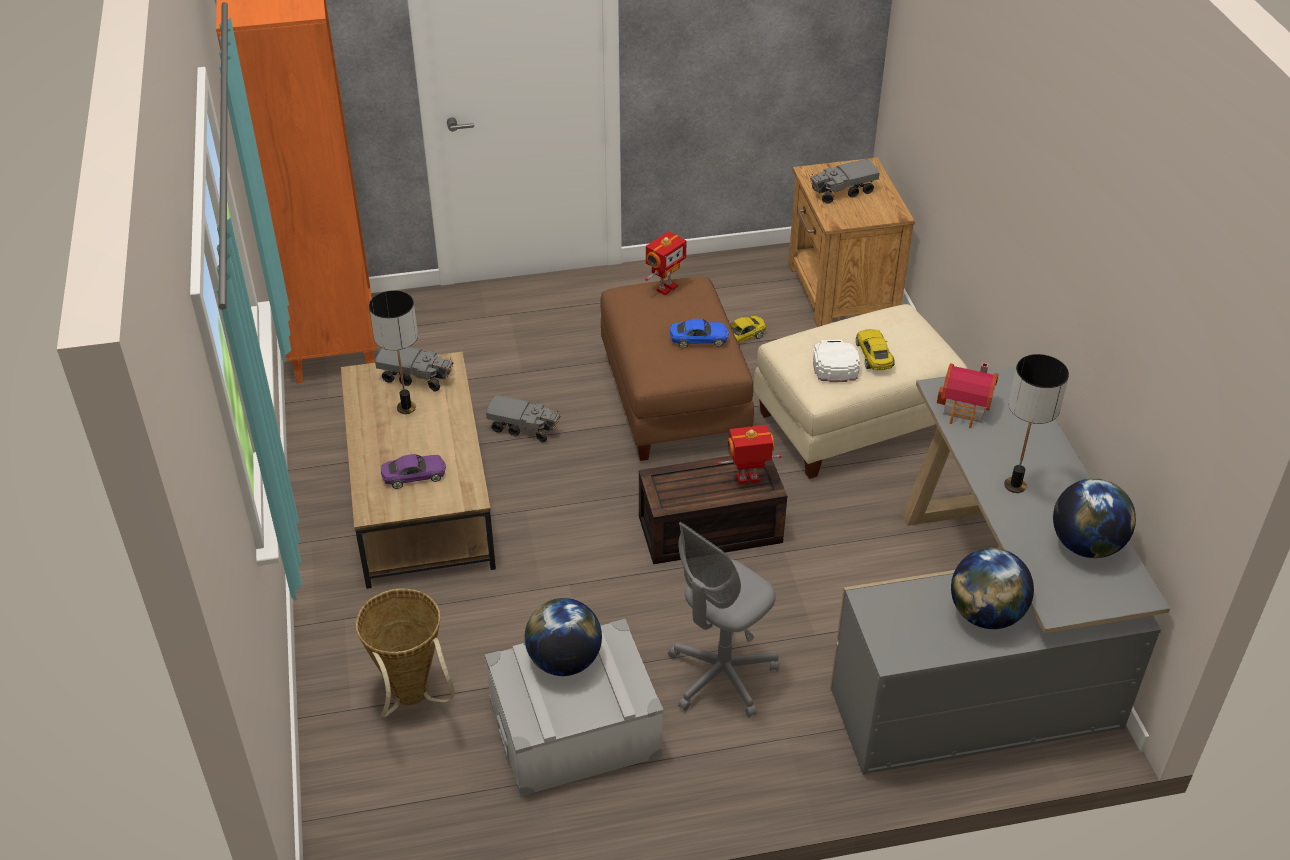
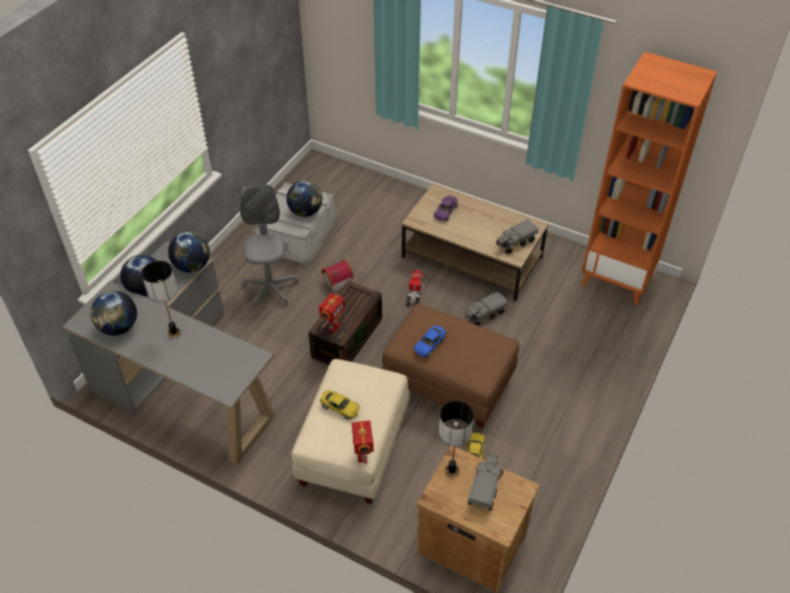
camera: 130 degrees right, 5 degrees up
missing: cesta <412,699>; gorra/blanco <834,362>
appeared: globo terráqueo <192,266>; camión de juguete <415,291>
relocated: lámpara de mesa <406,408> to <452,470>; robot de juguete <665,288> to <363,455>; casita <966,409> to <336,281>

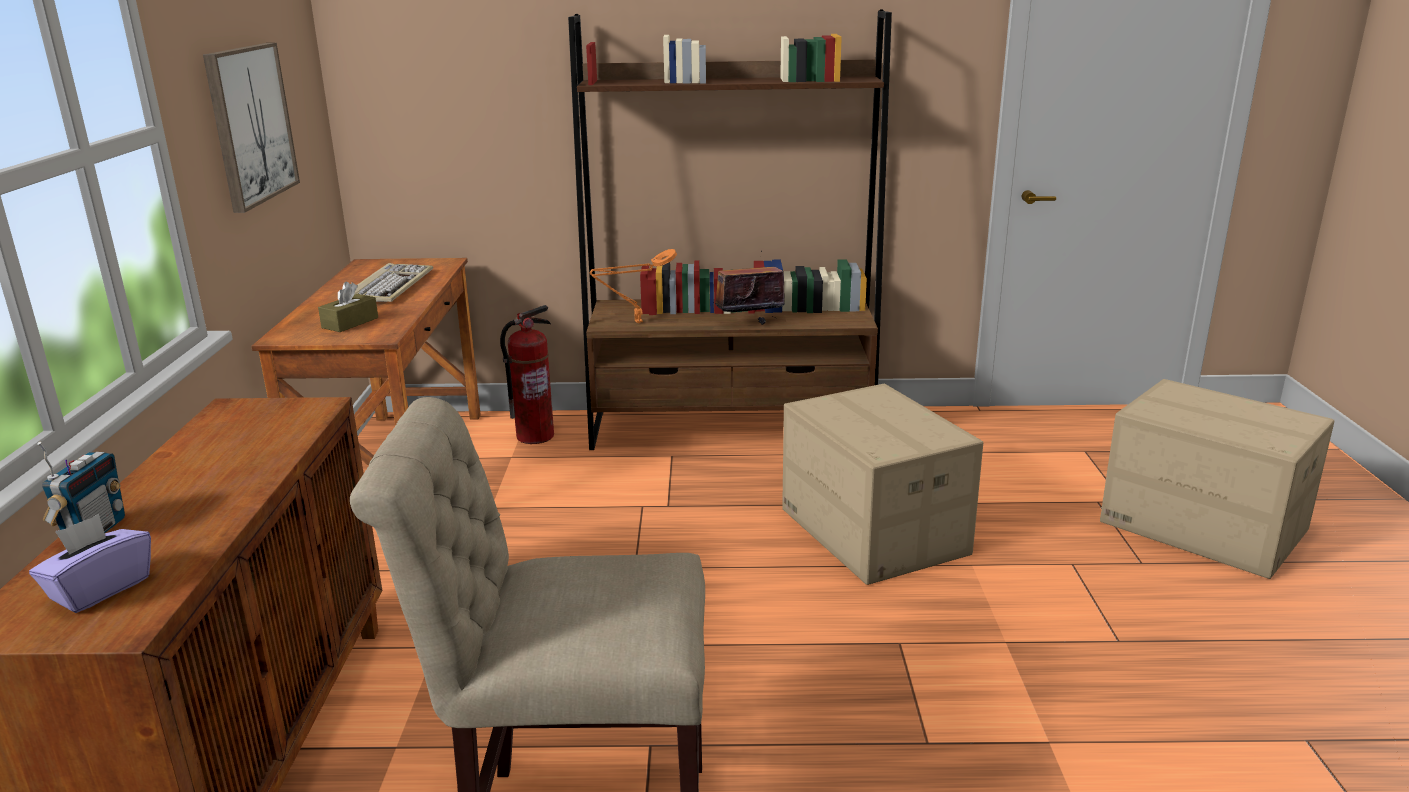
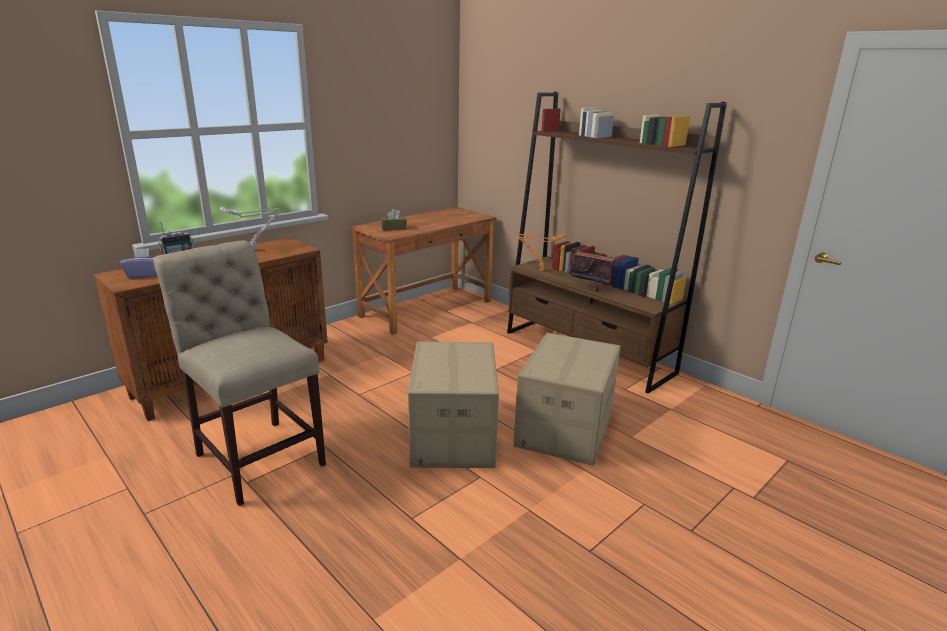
camera: 45 degrees right, 0 degrees up
missing: cuadro <250,124>; teclado <390,287>; extintor <535,436>
appeared: lámpara de mesa/gris <256,249>
relocated: caja de cartón <1201,527> to <452,435>

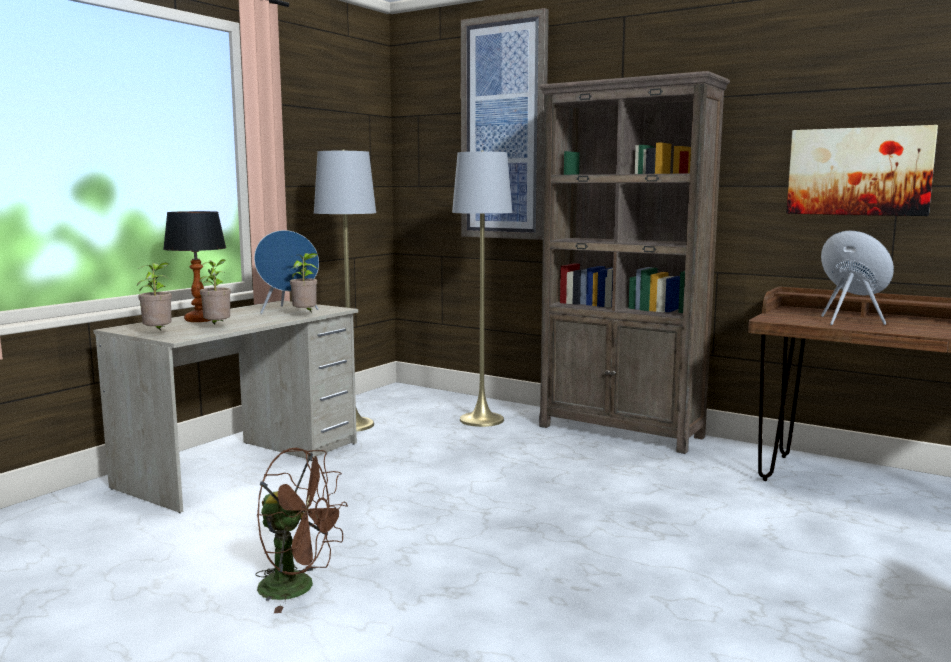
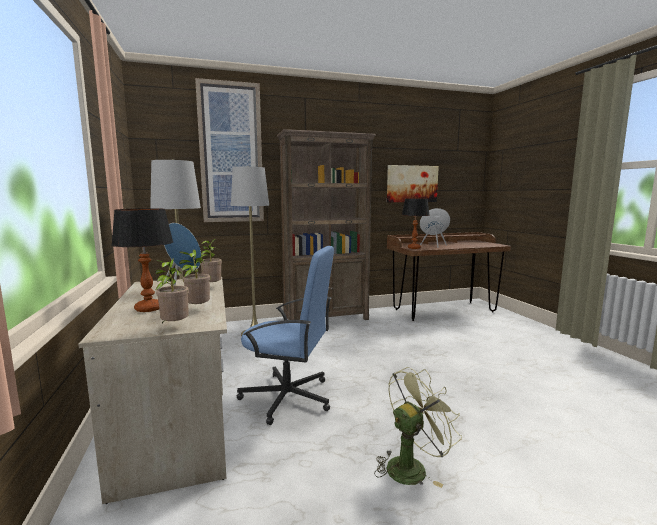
camera: 50 degrees left, 0 degrees up
appeared: silla de oficina/azul <288,397>; lámpara de mesa <414,248>
colour: ventilador/marrón <298,588> to ventilador/verde <411,466>

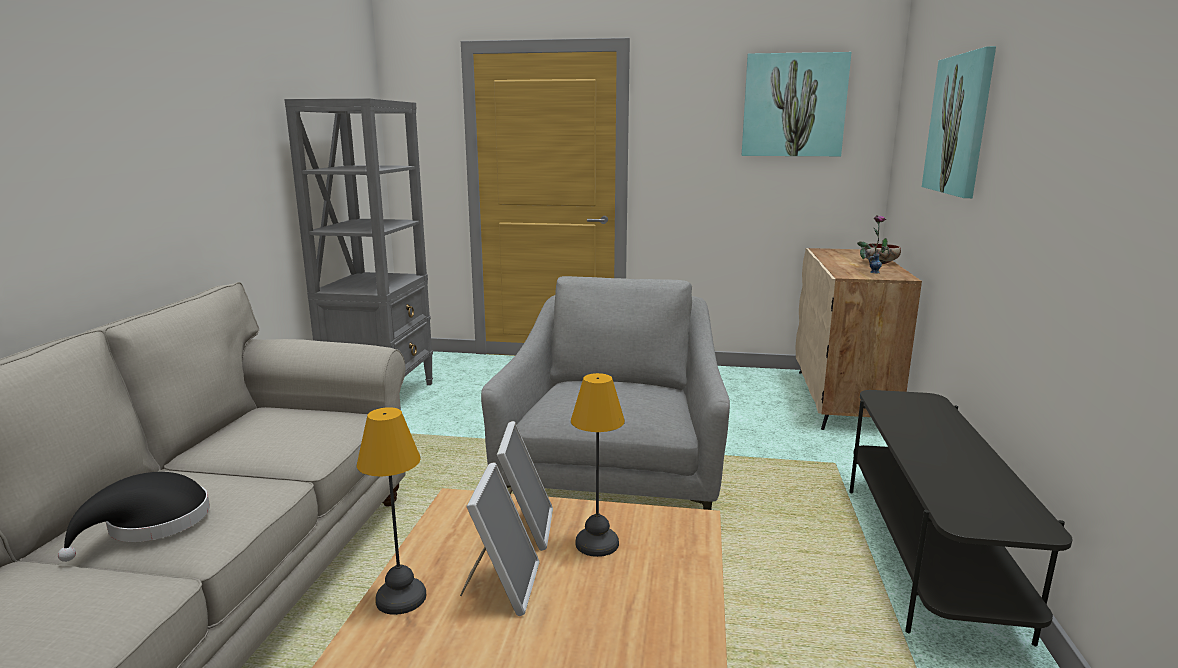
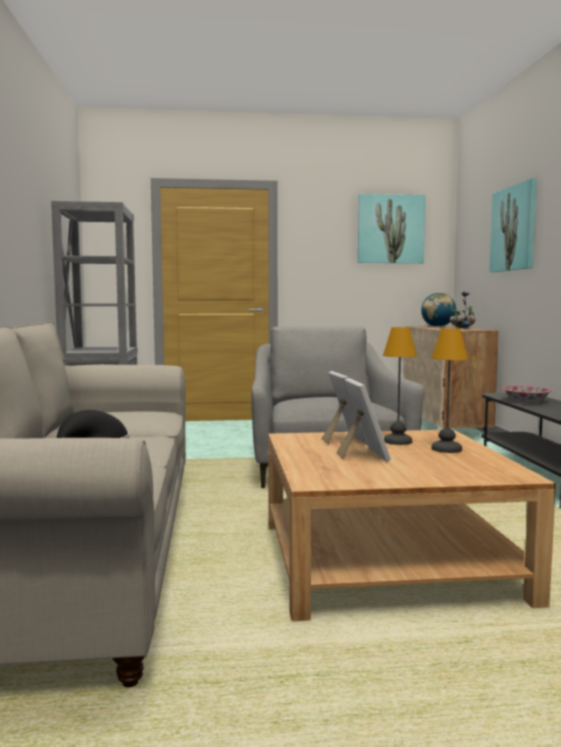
camera: 15 degrees left, 10 degrees down
appeared: globo terráqueo <438,326>; cuenco <526,401>
relocated: lámpara de mesa <400,599> to <447,449>

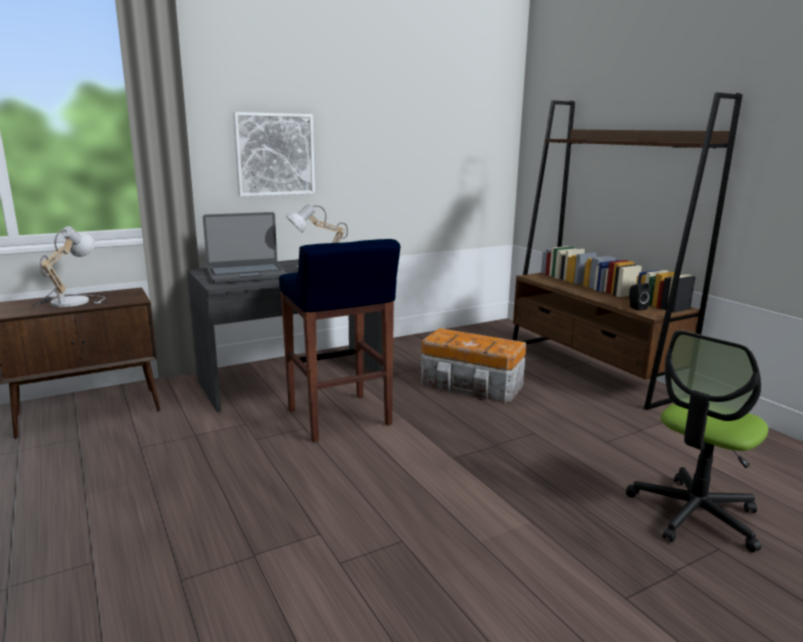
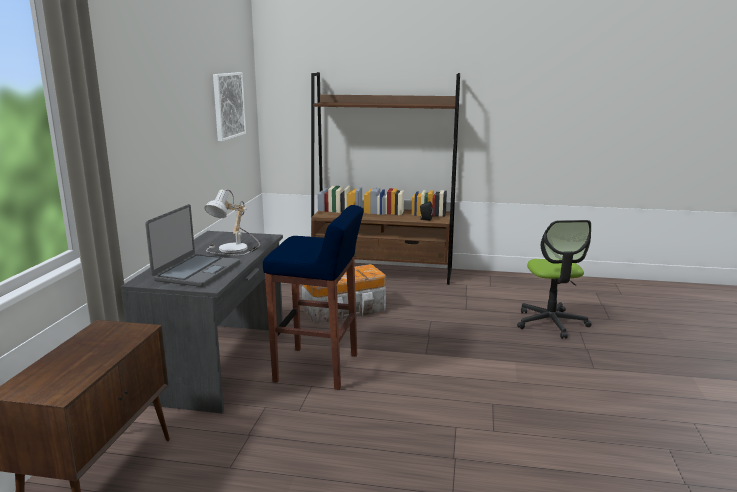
camera: 50 degrees left, 0 degrees up
missing: lámpara de mesa <68,301>
relocated: cuadro <274,154> to <228,105>

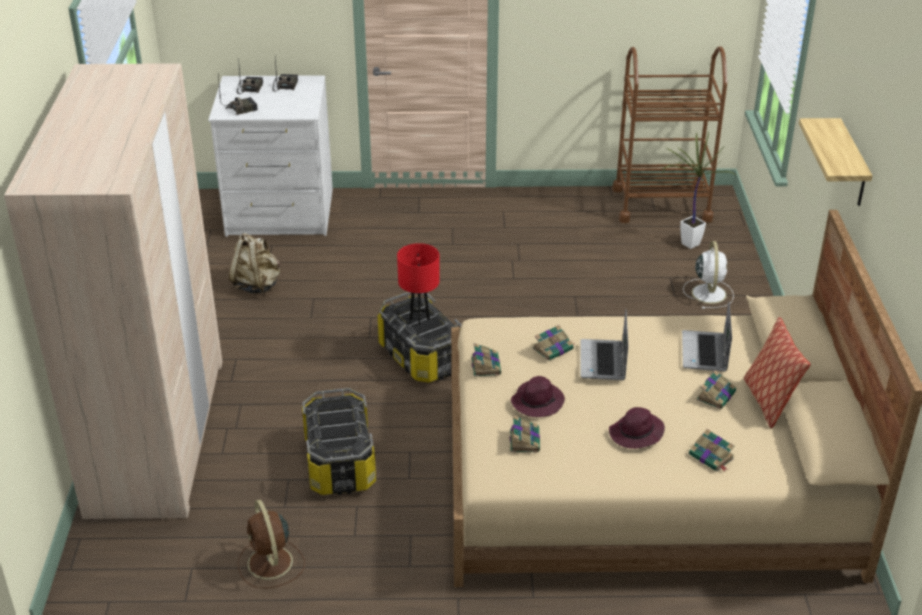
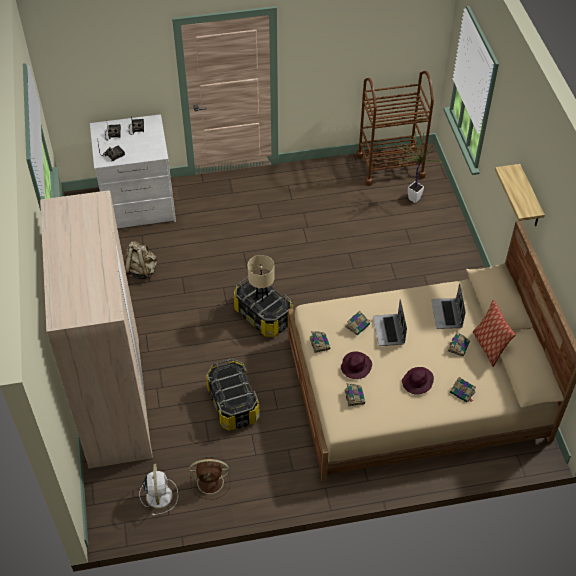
camera: 10 degrees left, 15 degrees up
relocated: ventilador/blanco <708,293> to <159,495>
colour: lámpara de mesa/rojo <419,319> to lámpara de mesa/beis <261,296>
spun: ventilador/marrón <270,564> = <211,482> 60 degrees counterclockwise

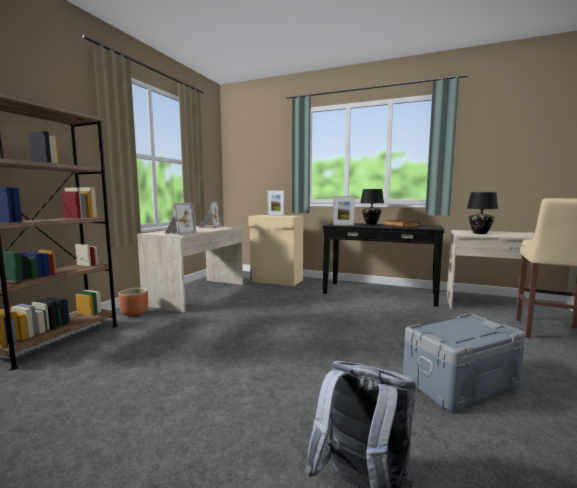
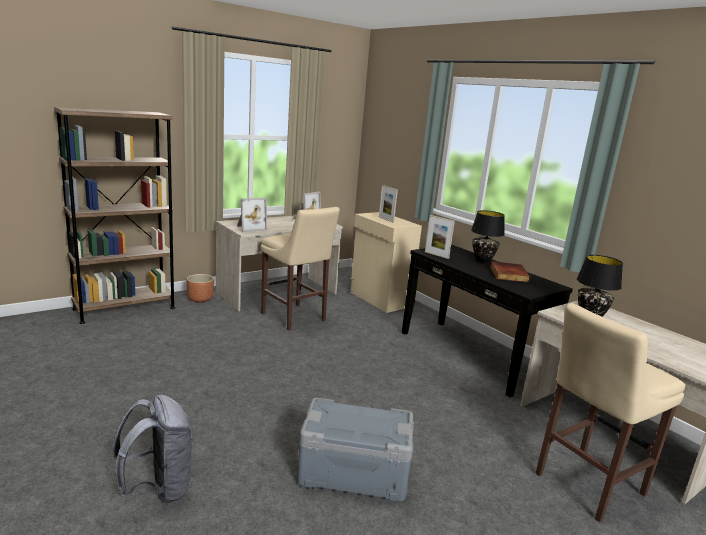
camera: 30 degrees right, 10 degrees up
appeared: taburete/beis <295,318>

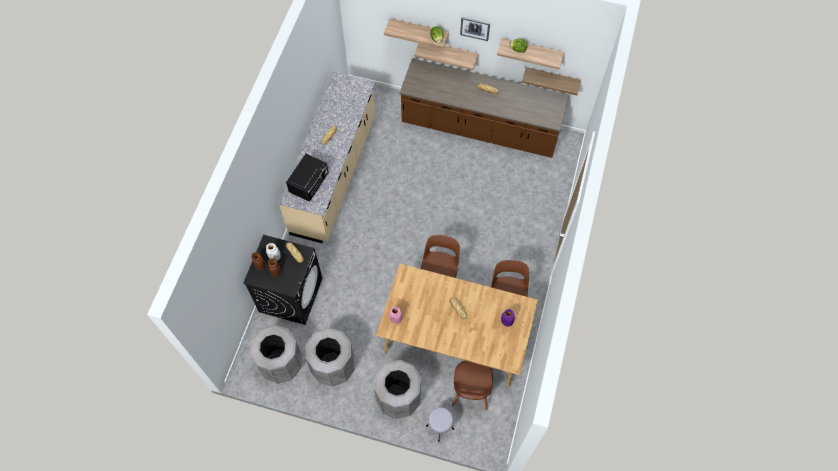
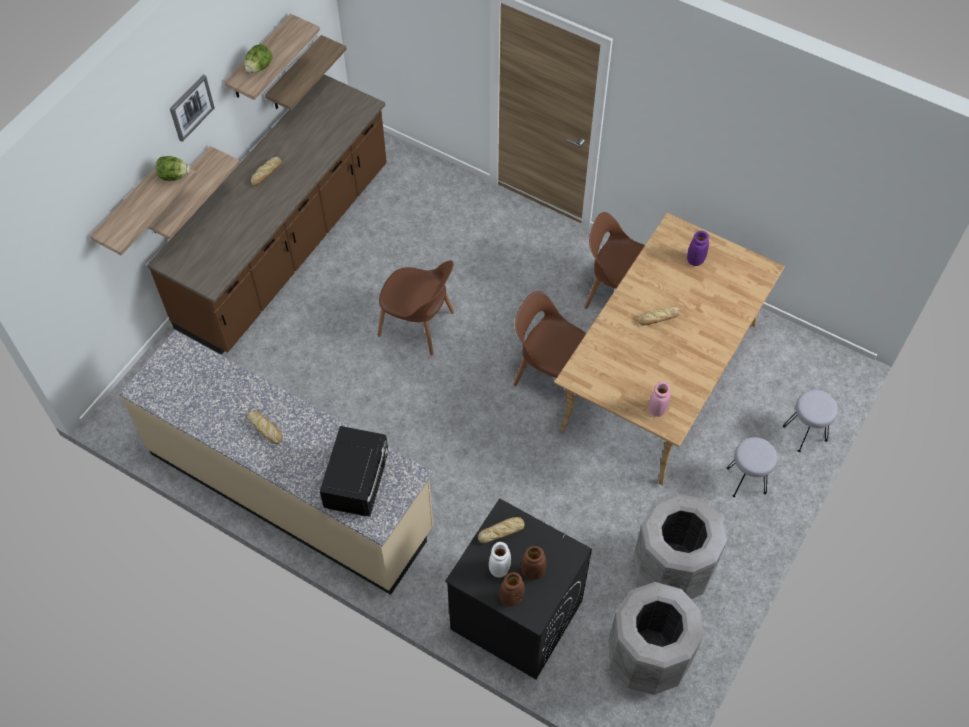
camera: 75 degrees left, 5 degrees down
relocated: silla/marrón <470,391> to <418,325>
exchanged: papelera/gris <398,398> to taburete/gris <746,481>
spun: microondas/negro <310,184> = <358,482> 60 degrees clockwise

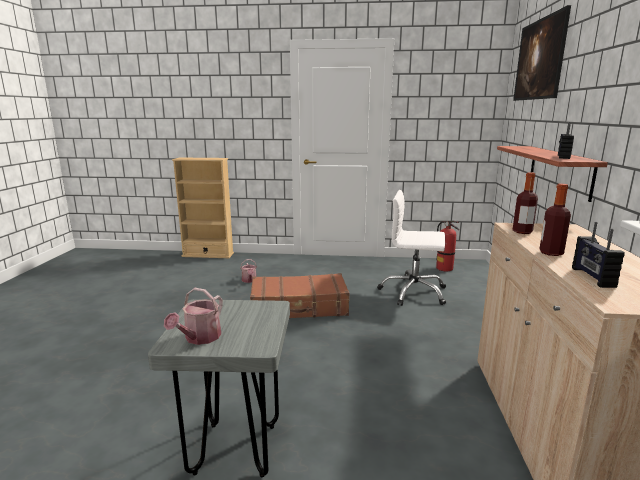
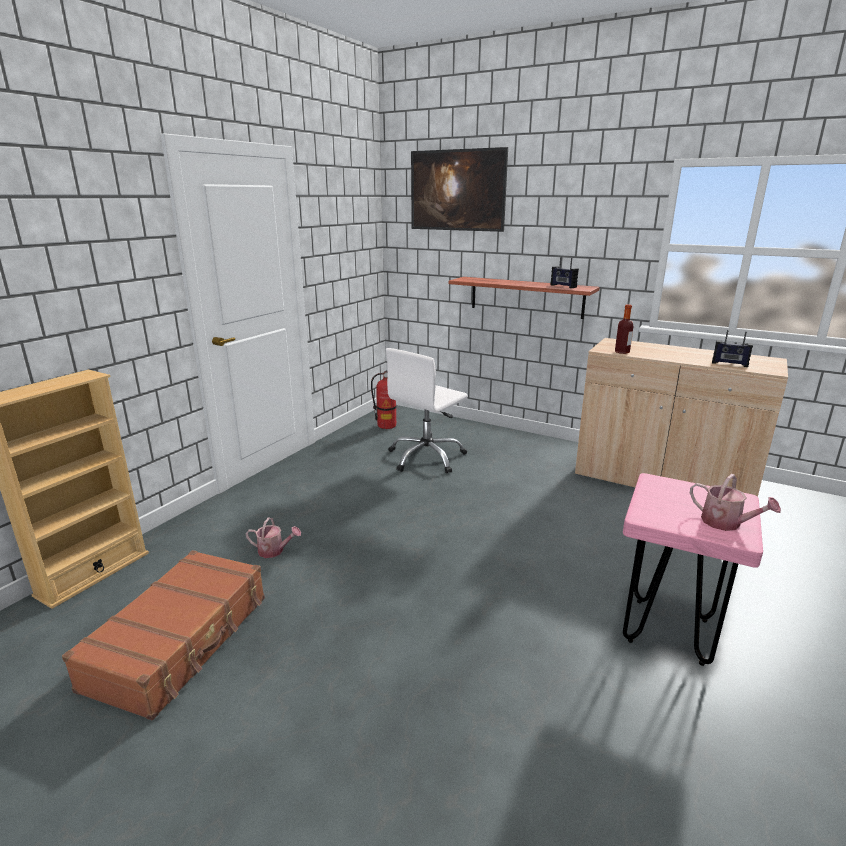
camera: 65 degrees left, 5 degrees up
missing: botella <551,253>
relocated: maleta/marrón <299,307> to <180,641>
colour: taburete/gris <235,449> to taburete/rosa <668,631>

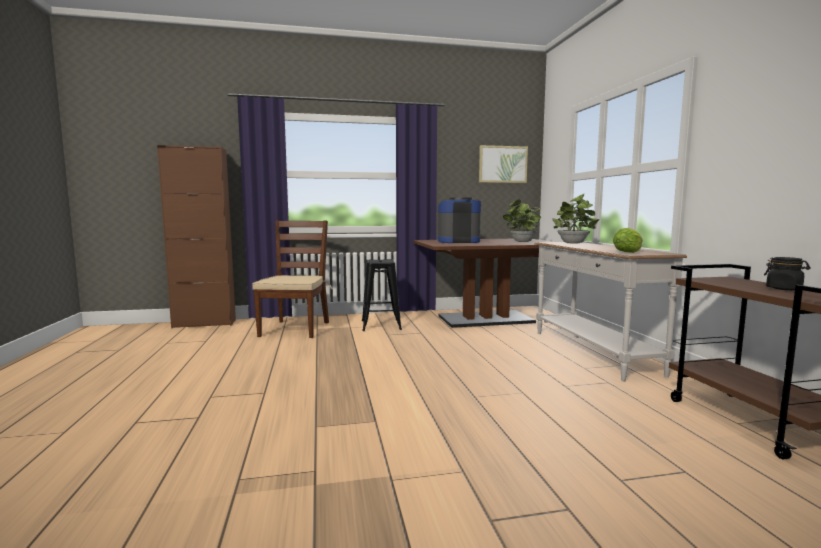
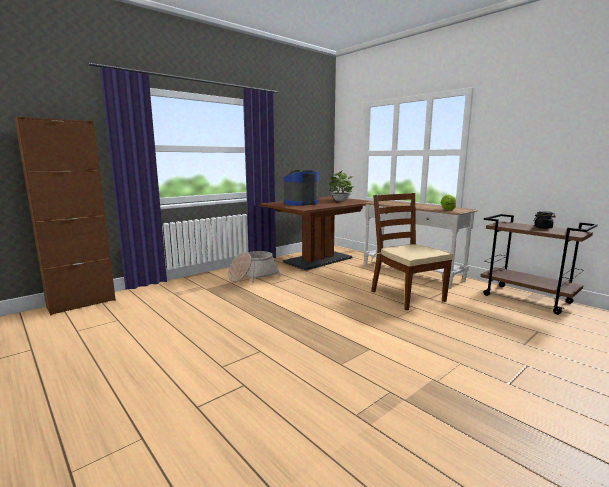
camera: 30 degrees left, 5 degrees up
missing: cuadro <502,164>; planta en maceta <573,243>
relocated: silla/marrón <295,329> to <406,296>
exchanged: taburete/negro <381,325> to cesta <252,277>

